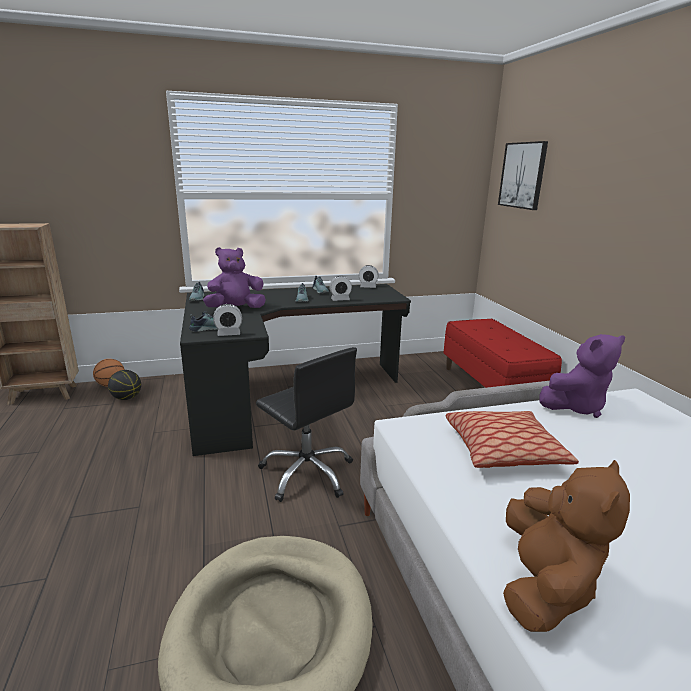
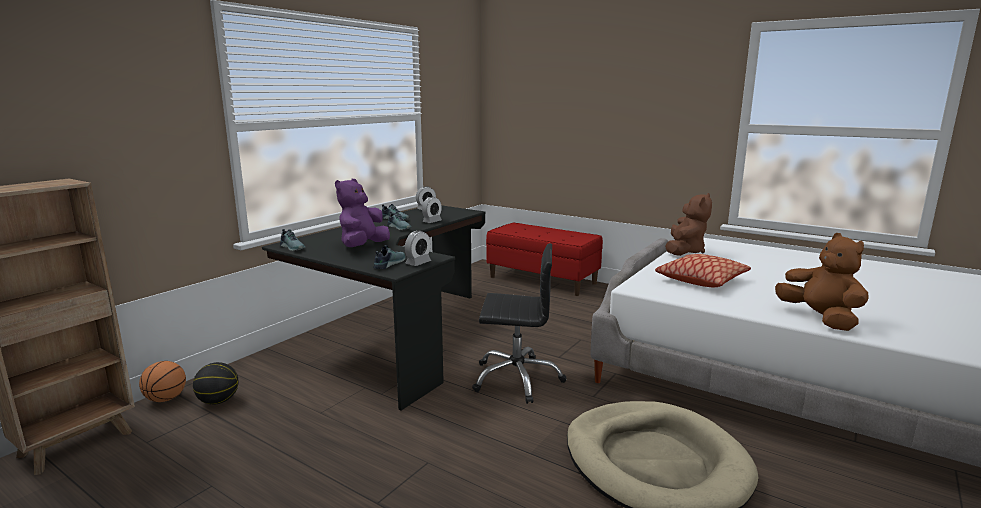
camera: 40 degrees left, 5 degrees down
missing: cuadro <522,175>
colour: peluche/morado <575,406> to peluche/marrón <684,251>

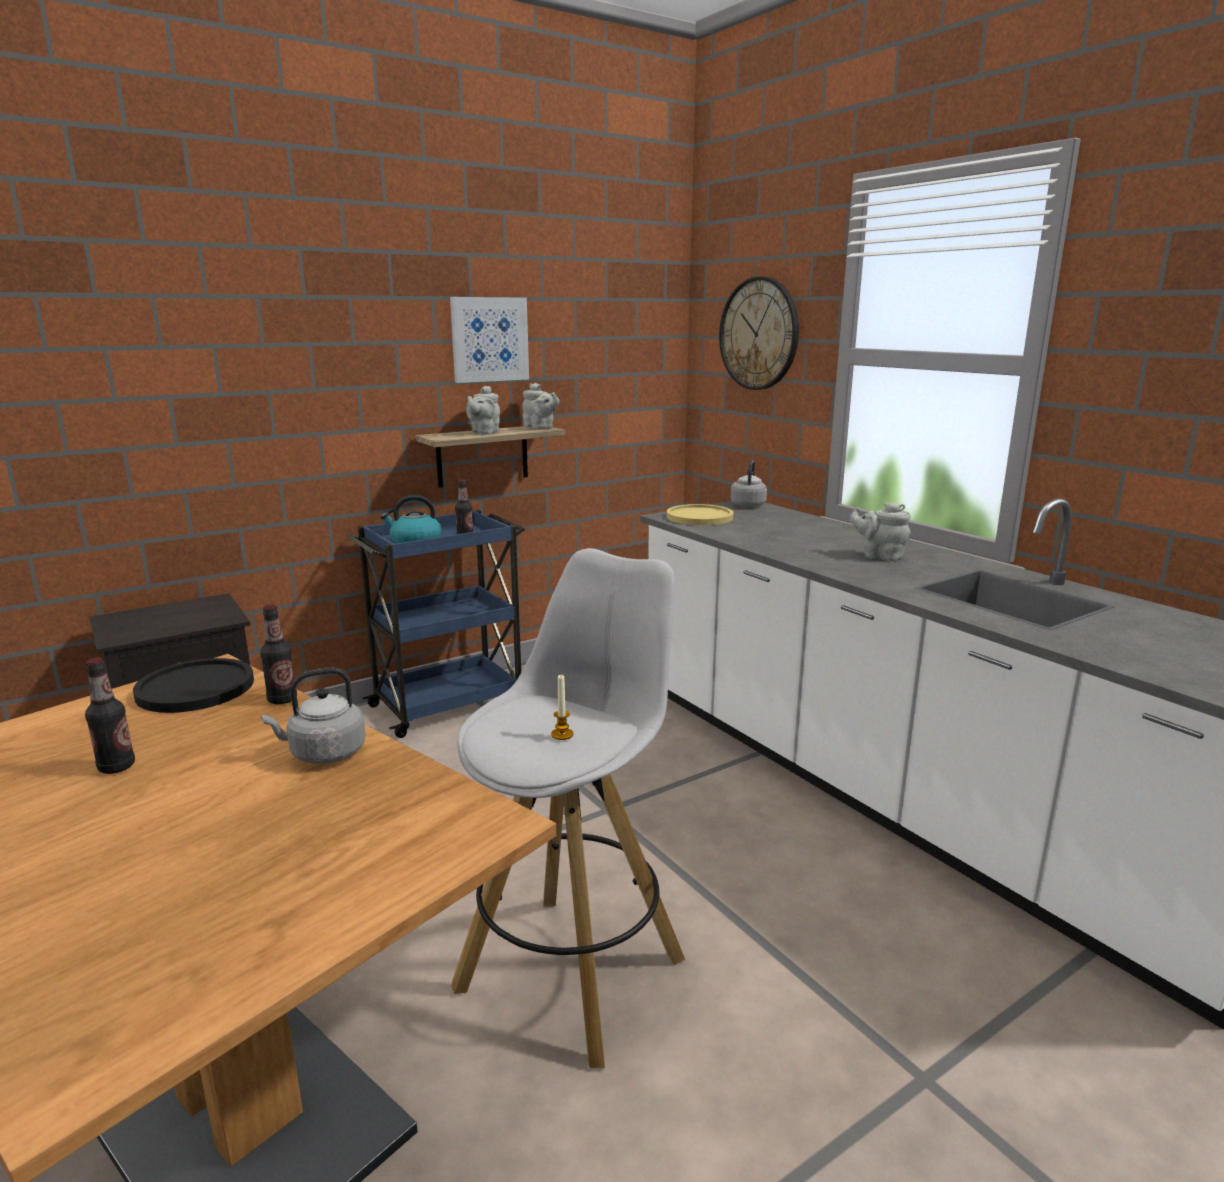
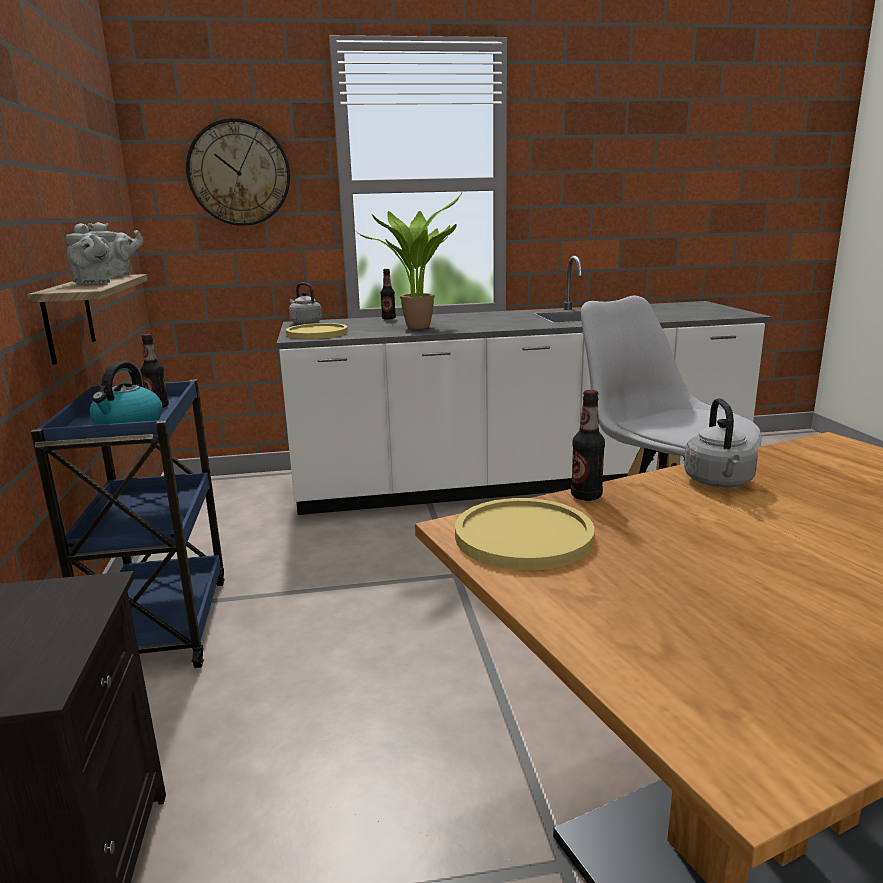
camera: 65 degrees left, 0 degrees up
missing: cuadro <489,339>; vela <562,734>; tetera/gris <879,556>
appeared: planta en maceta <418,327>
relocated: botella <117,767> to <388,318>
colour: plato/negro <195,688> to plato/amarillo <523,536>

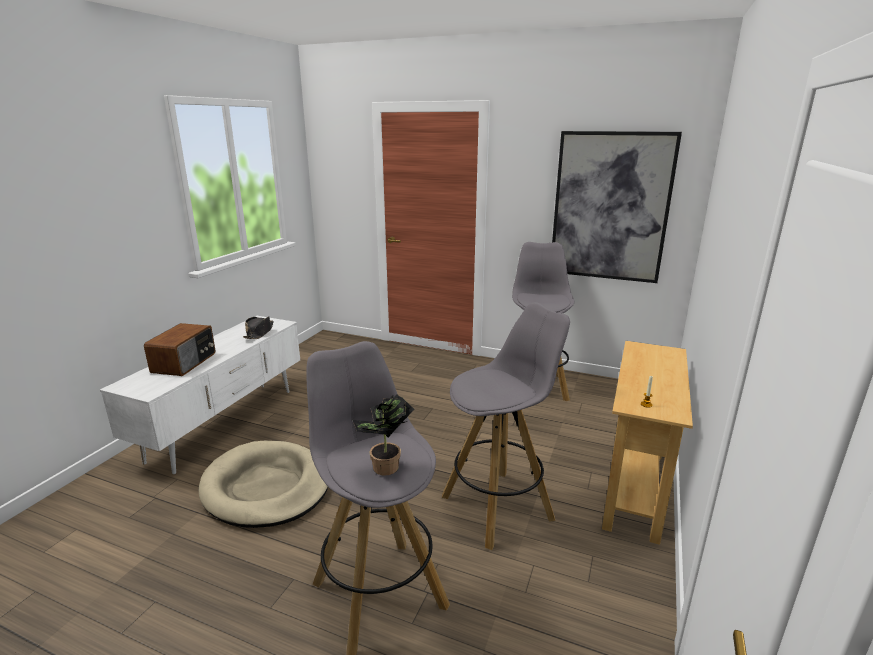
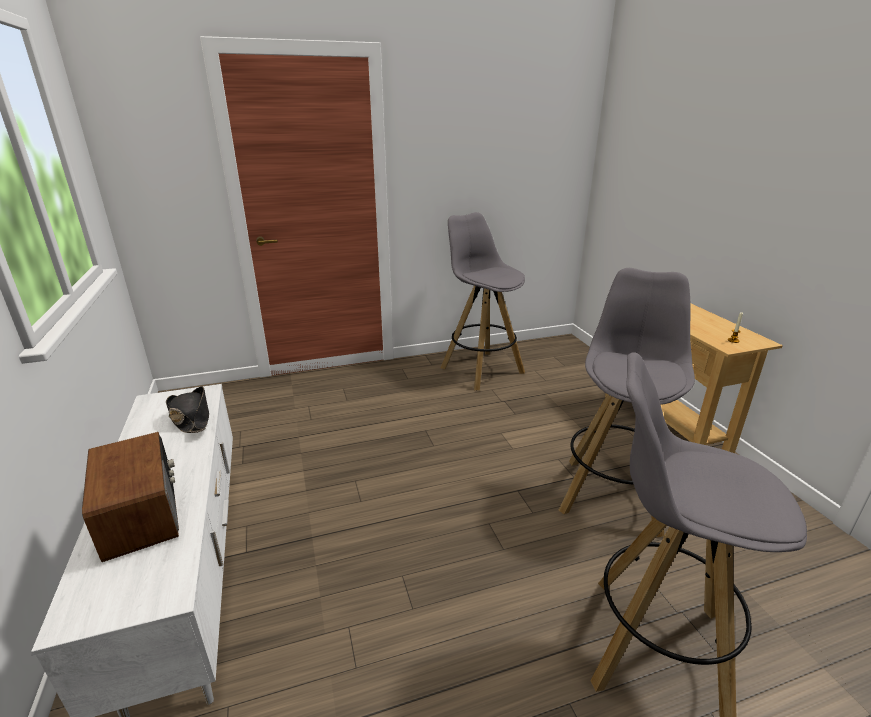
camera: 40 degrees left, 5 degrees up
missing: cama para perro/beis <266,487>; planta en maceta <385,470>; cuadro <610,207>

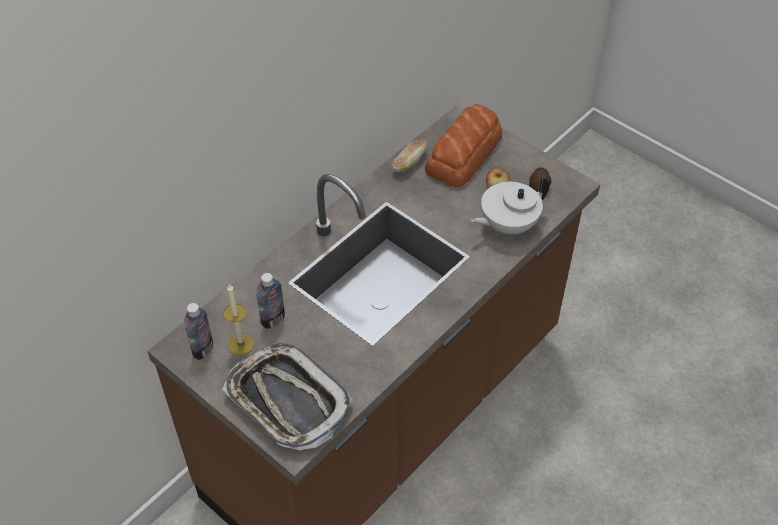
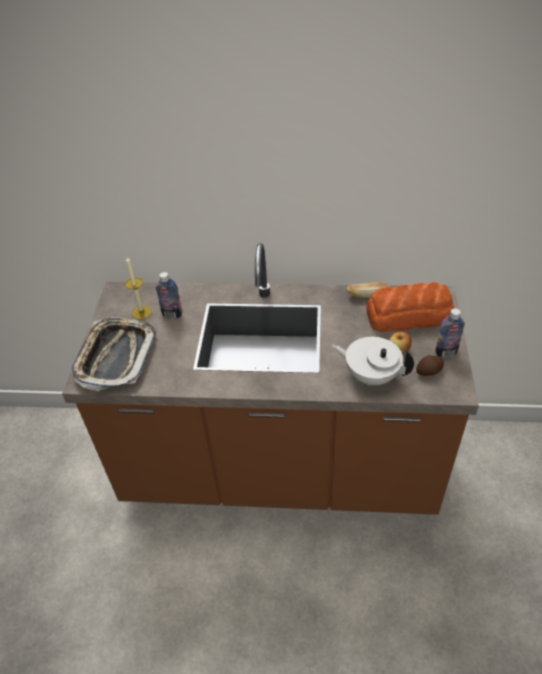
camera: 55 degrees right, 5 degrees down
relocated: botella <203,349> to <446,352>

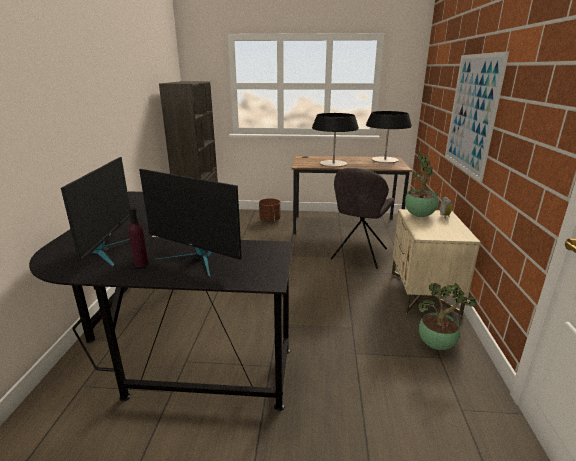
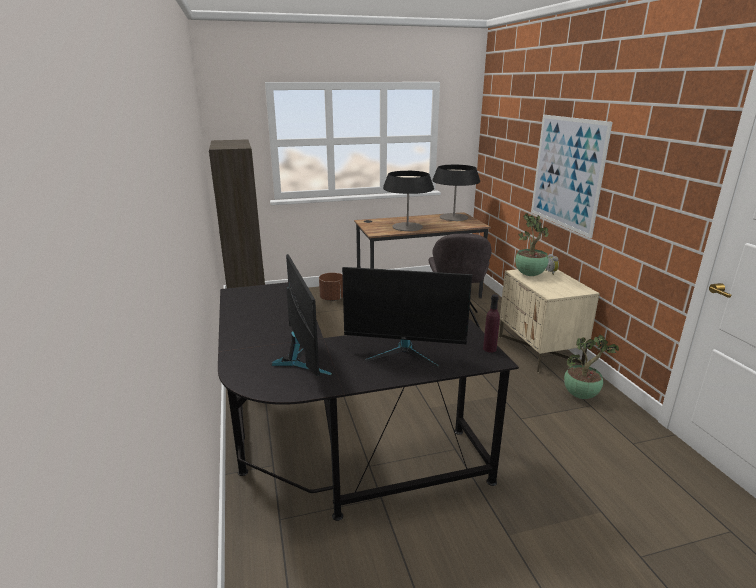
camera: 20 degrees left, 0 degrees up
relocated: botella/morado <141,263> to <489,349>

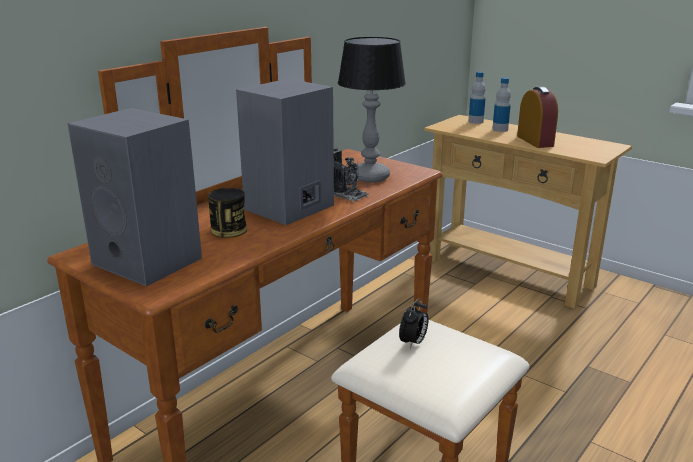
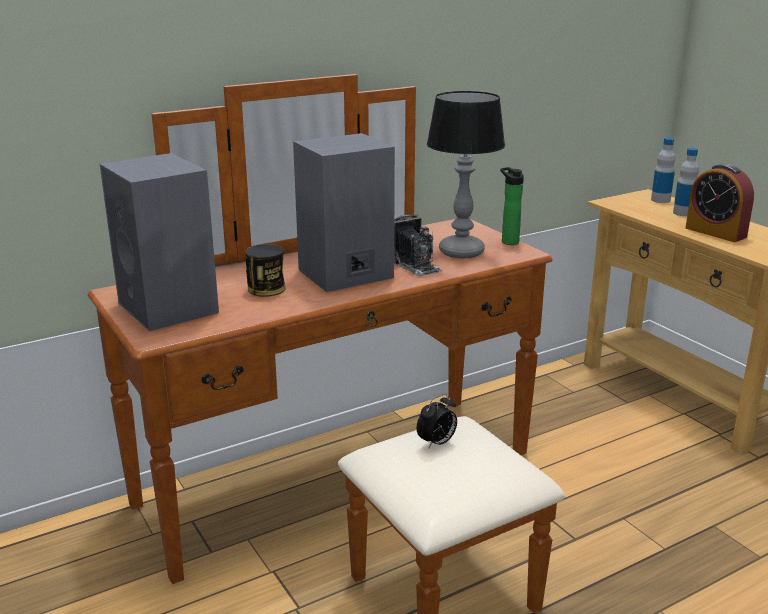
camera: 20 degrees right, 0 degrees up
appeared: botella <508,241>
spun: despertador <535,141> = <715,232> 135 degrees clockwise

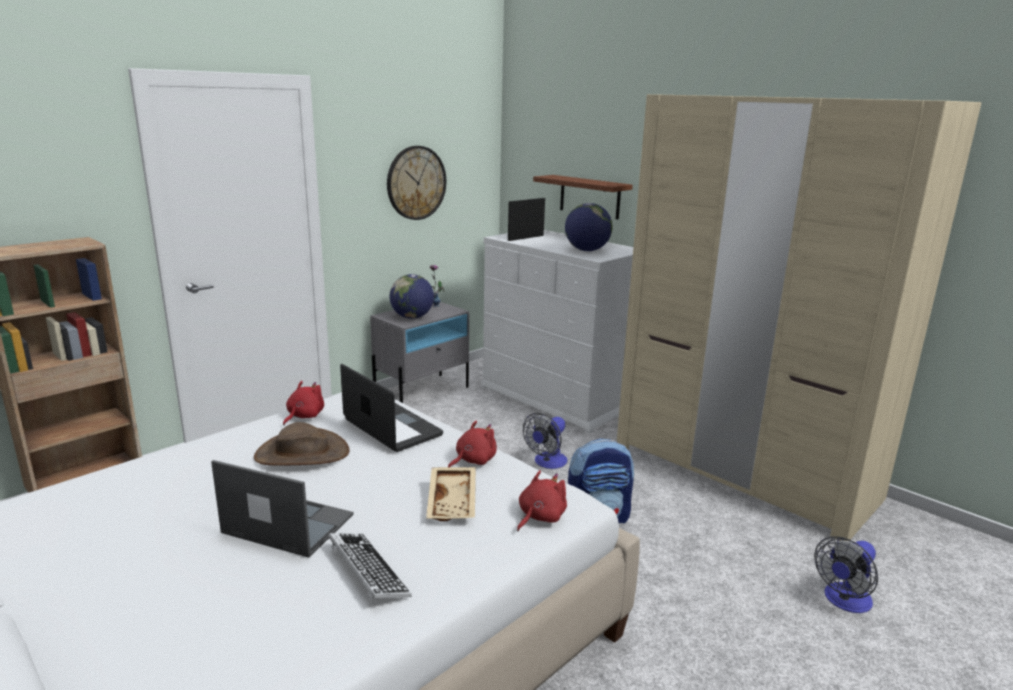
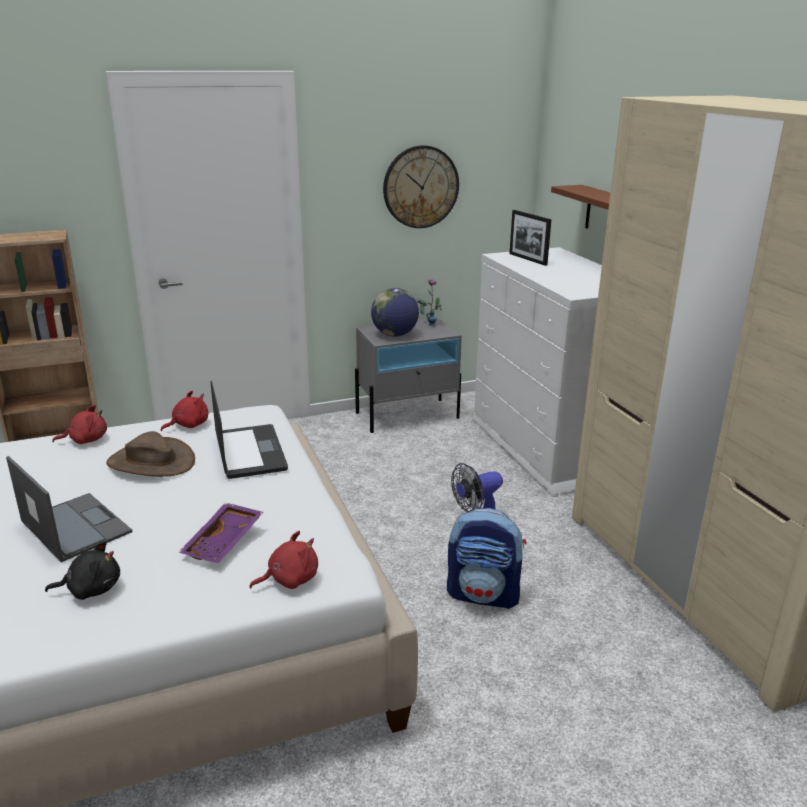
camera: 25 degrees right, 5 degrees up
missing: globo terráqueo <587,250>; ventilador <844,601>
relocated: peluche/rojo <473,460> to <86,440>
exchanged: teclado <367,571> to peluche/negro <91,589>
colour: bandeja/beis <453,502> to bandeja/morado <224,542>
spun: portarretratos <526,238> = <527,259> 105 degrees counterclockwise

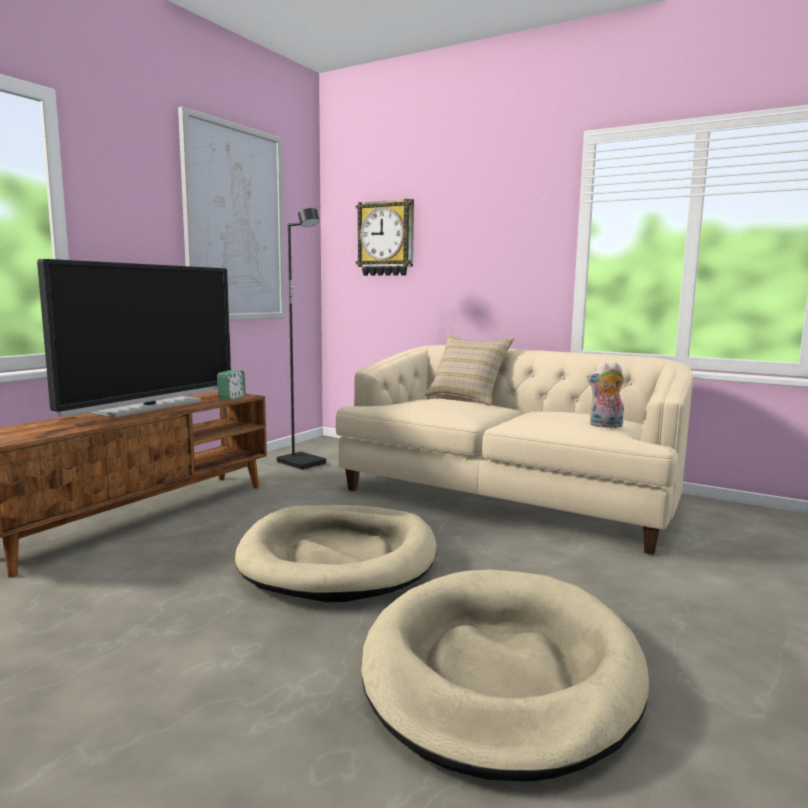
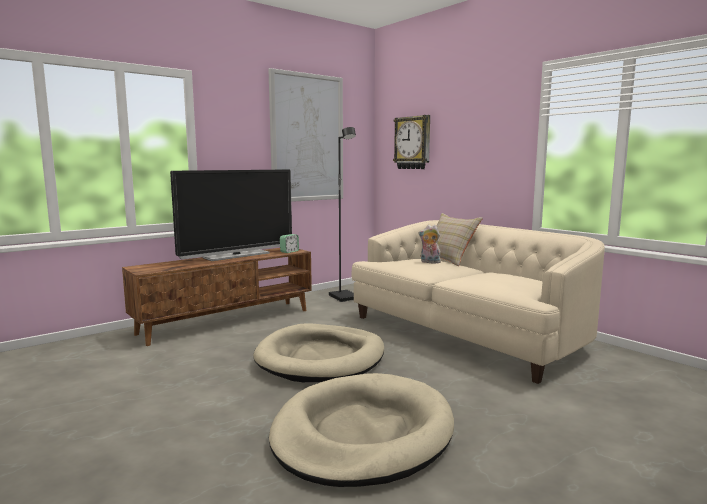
camera: 20 degrees right, 0 degrees up
relocated: peluche <605,426> to <429,262>

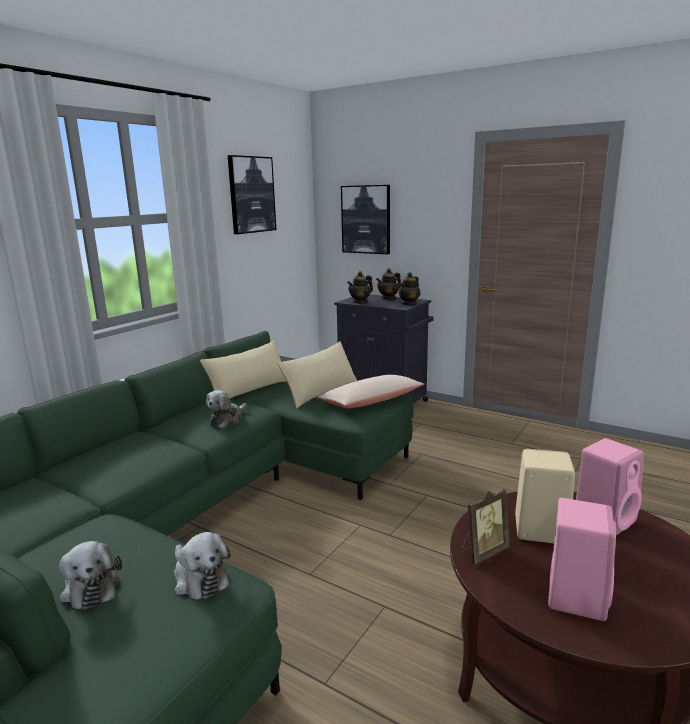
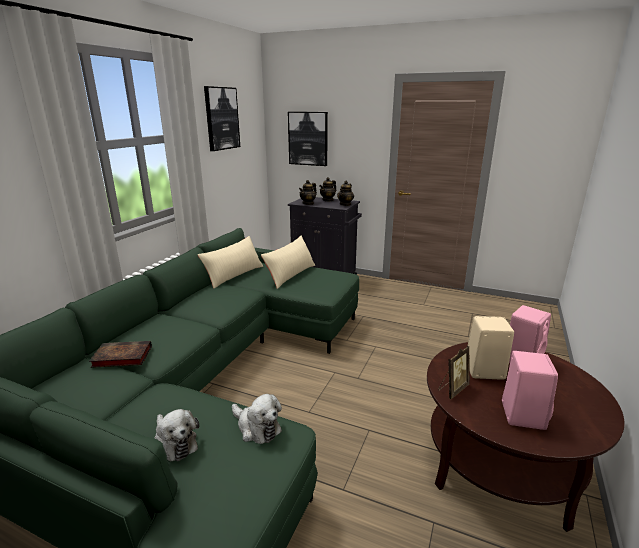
camera: 10 degrees left, 5 degrees up
missing: peluche <227,420>; cojín/beis <371,401>
appeared: libro <120,357>

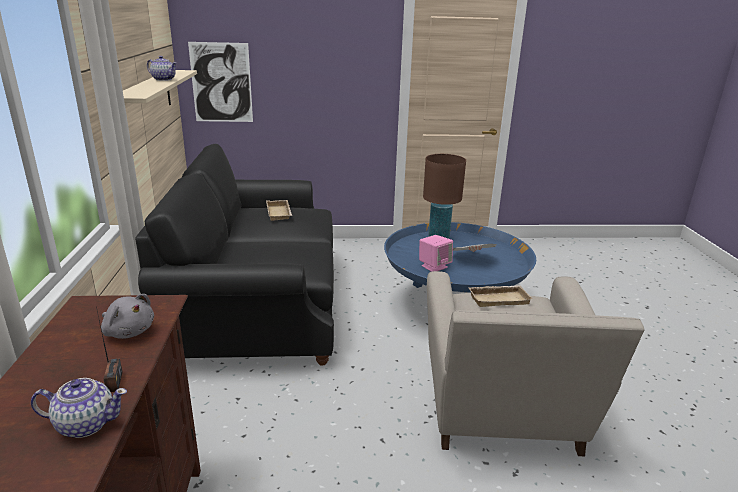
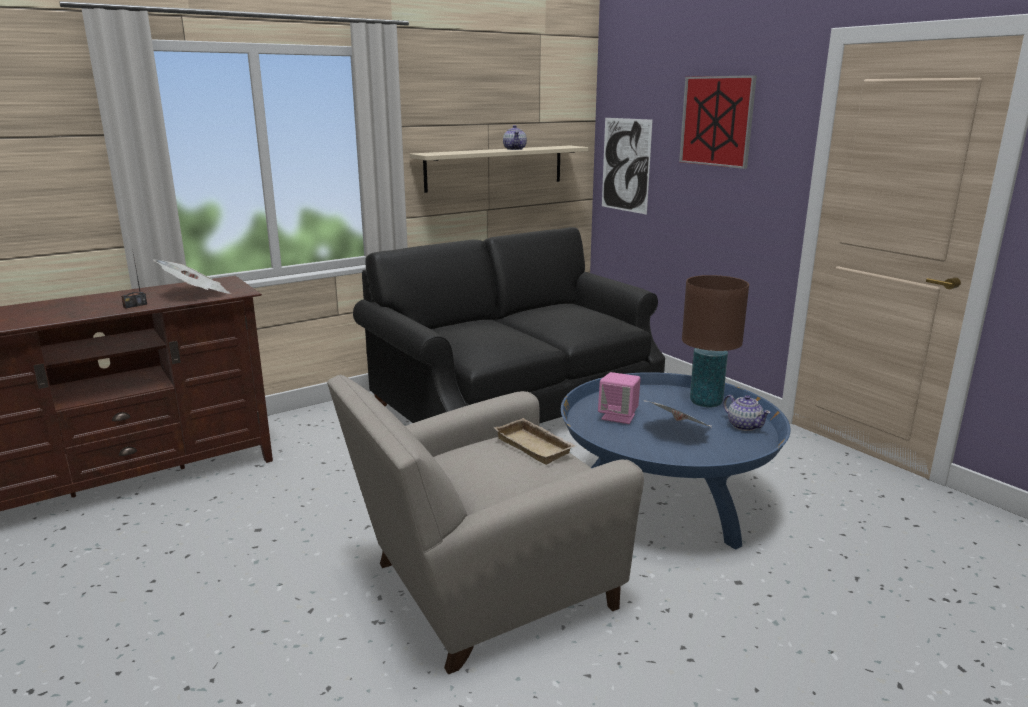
camera: 60 degrees right, 5 degrees down
missing: bandeja/beis <280,213>
appeared: cuadro <717,121>
relocated: tetera <85,424> to <744,426>
exchanged: peluche/gris <128,331> to periódico <196,294>

